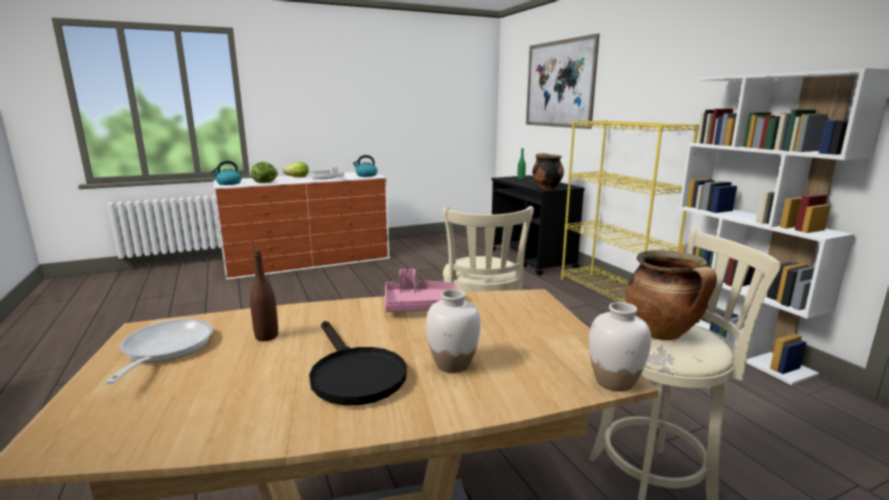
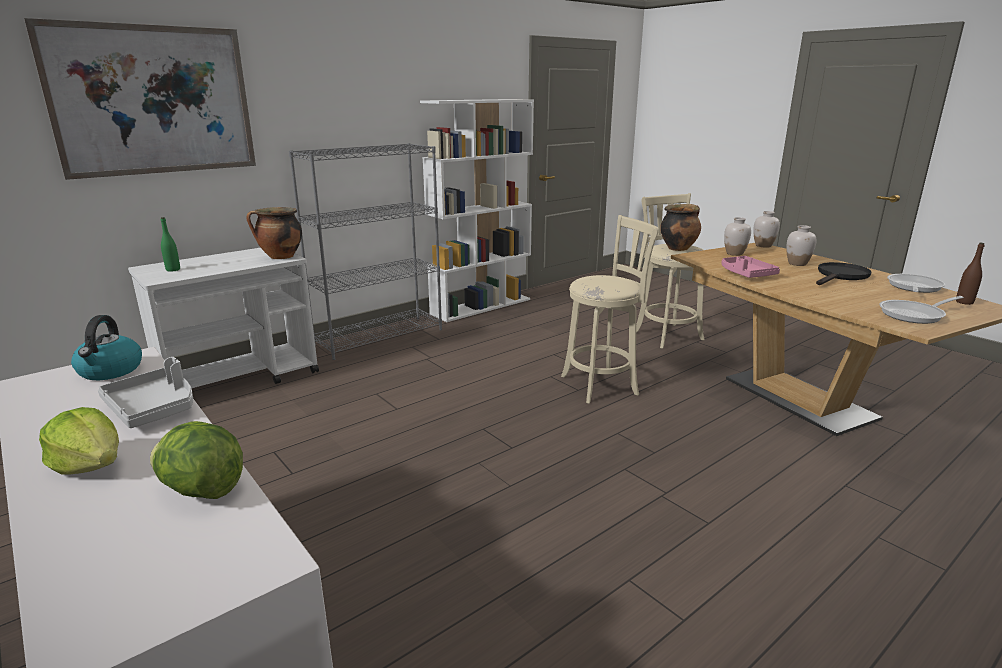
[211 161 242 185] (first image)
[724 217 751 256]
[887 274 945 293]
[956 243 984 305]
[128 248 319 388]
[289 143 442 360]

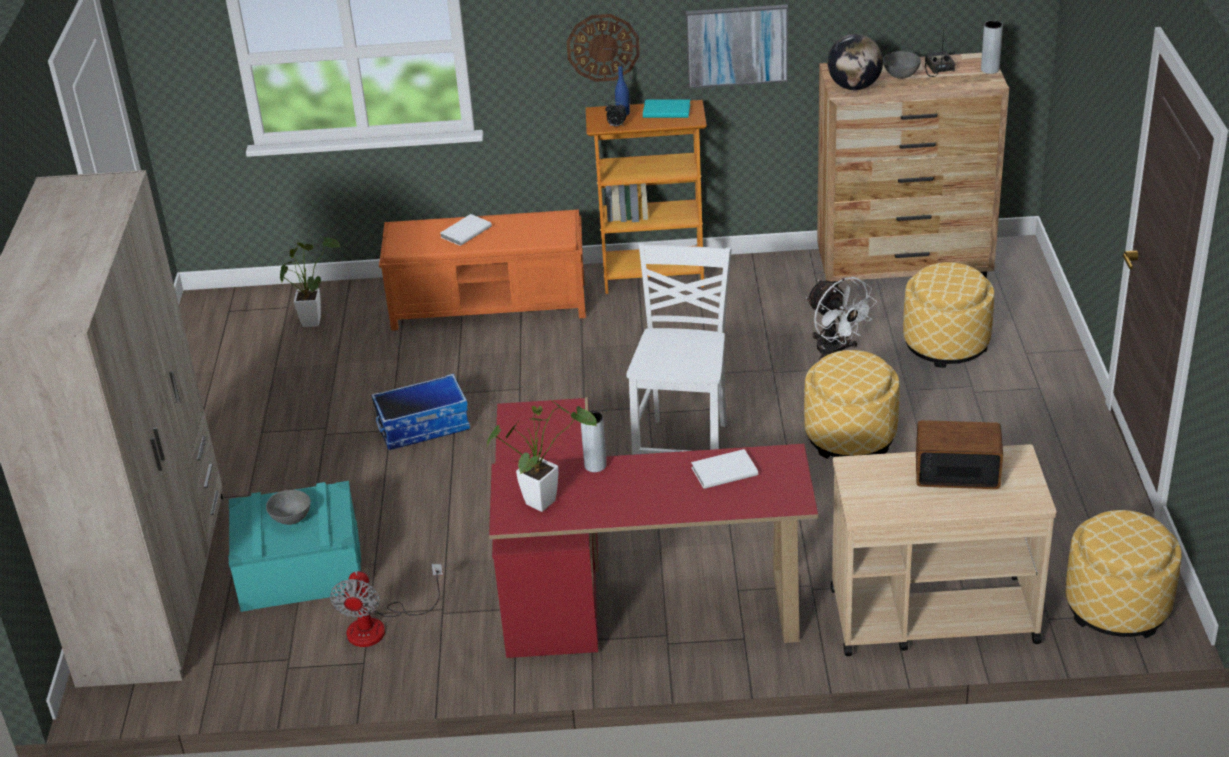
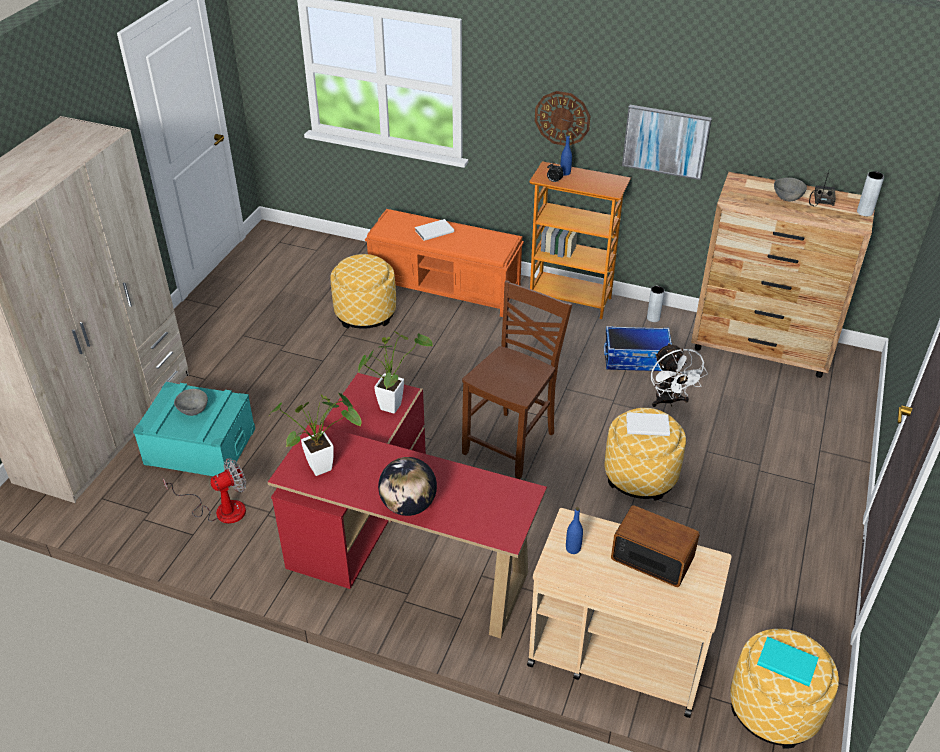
[566 507 583 554]
[358 331 433 414]
[604 326 672 371]
[647 286 664 322]
[757 636 818 687]
[626 412 670 436]
[378 457 437 516]
[330 254 396 329]
[462 280 572 479]
[163 458 246 524]

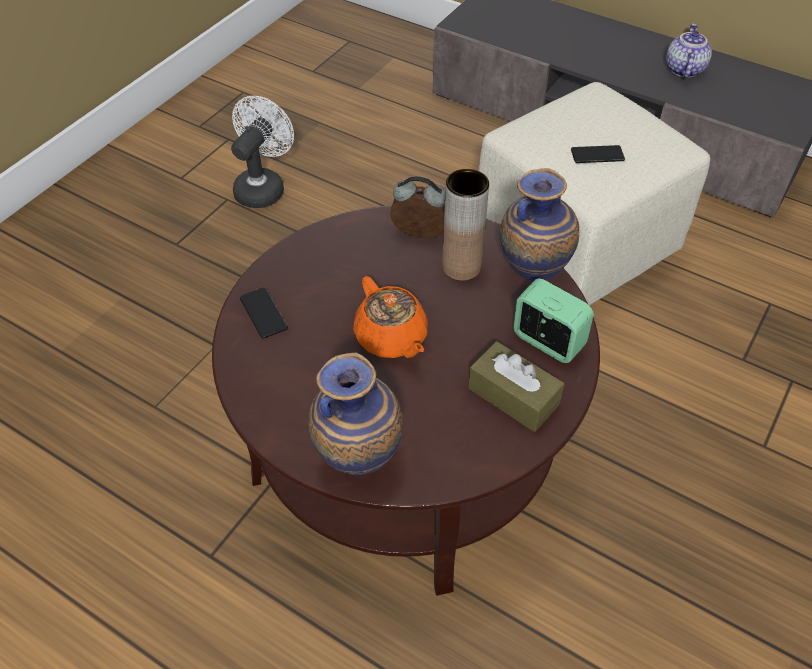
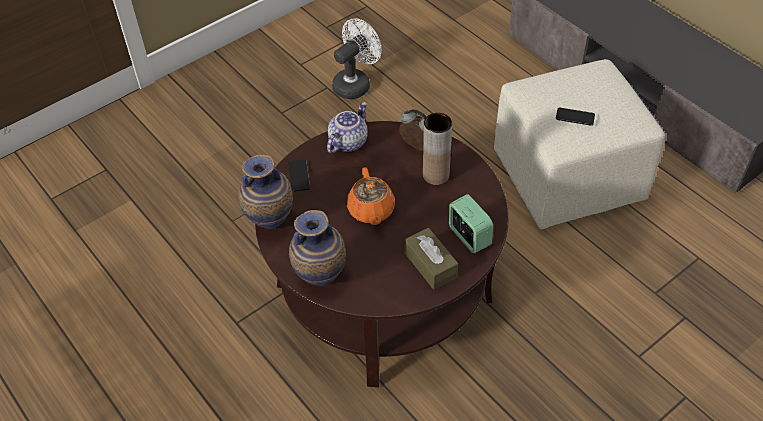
[238 154 293 229]
[327 102 368 154]

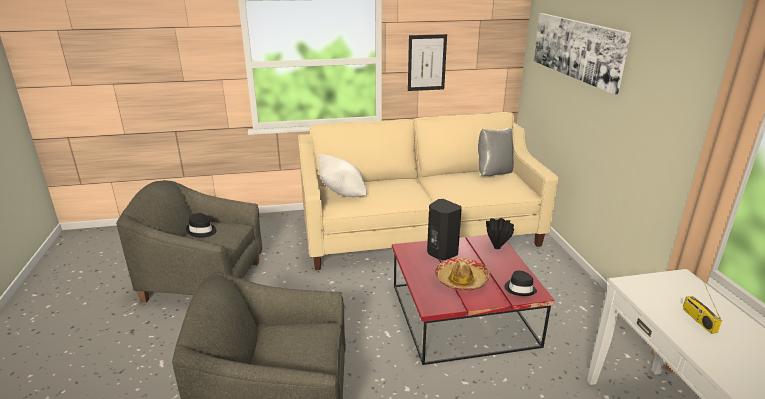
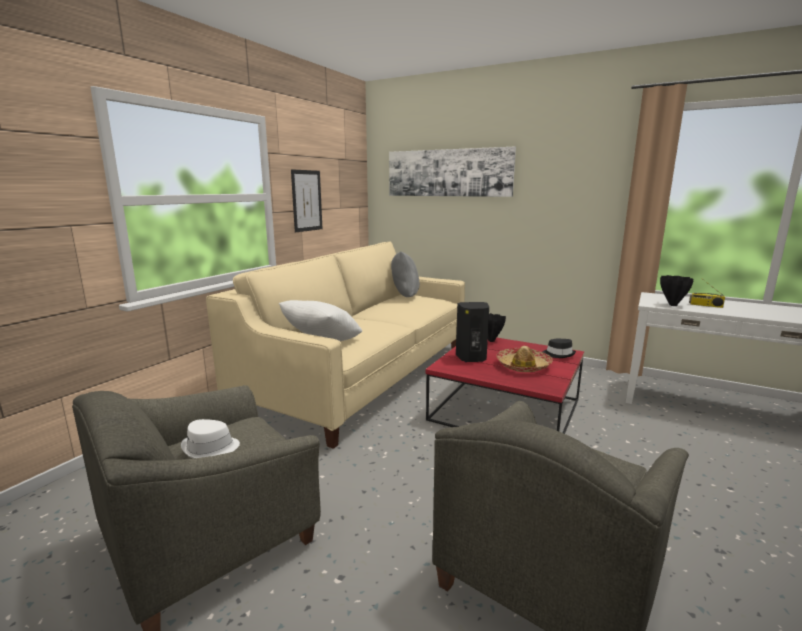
[660 275 694 306]
[181 419 240 459]

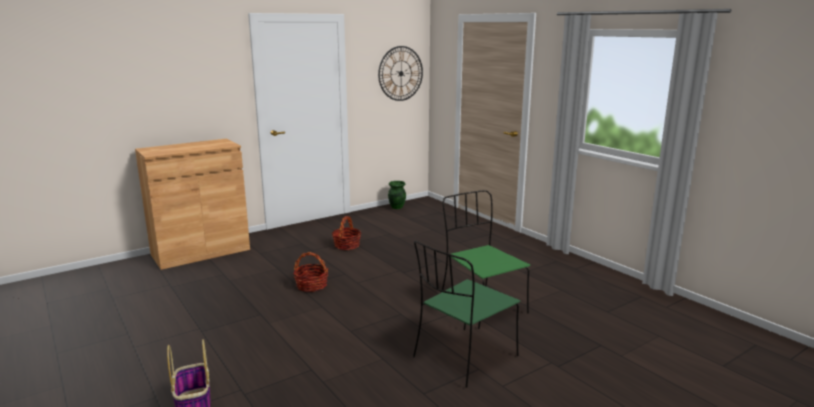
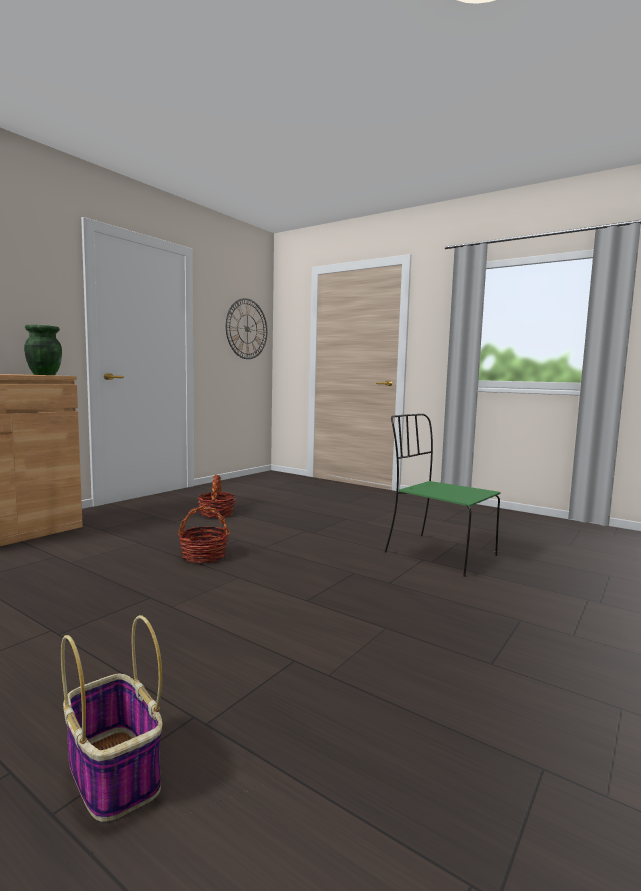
[413 240 520 388] (first image)
[24 325 62 375]

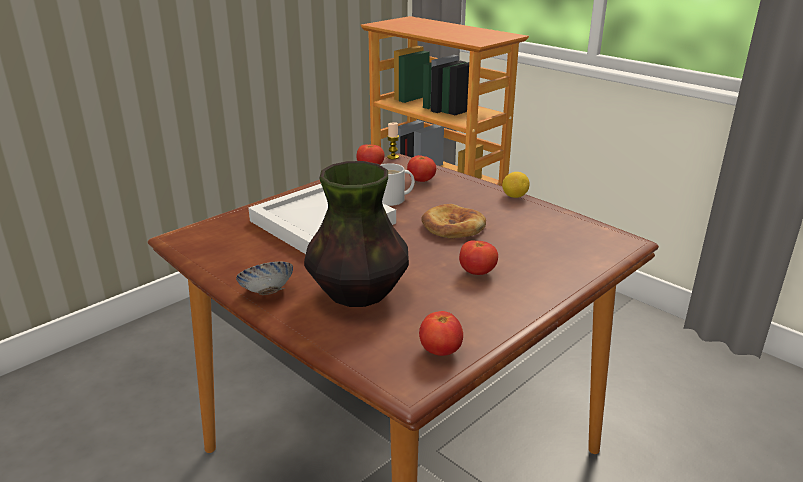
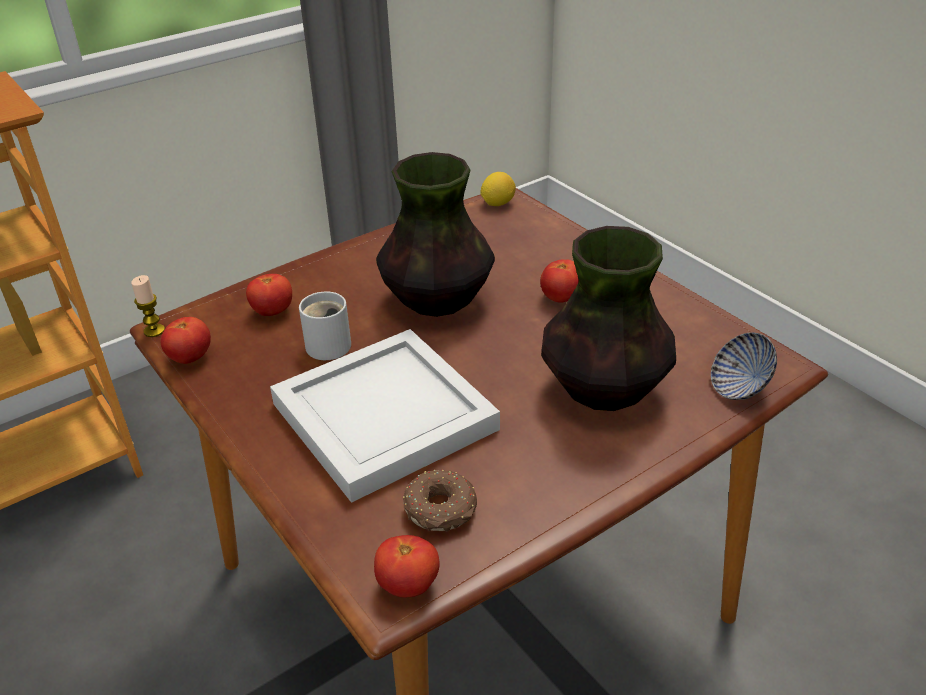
[403 470 477 532]
[711 332 777 400]
[374 535 440 597]
[481 172 516 206]
[376 152 495 317]

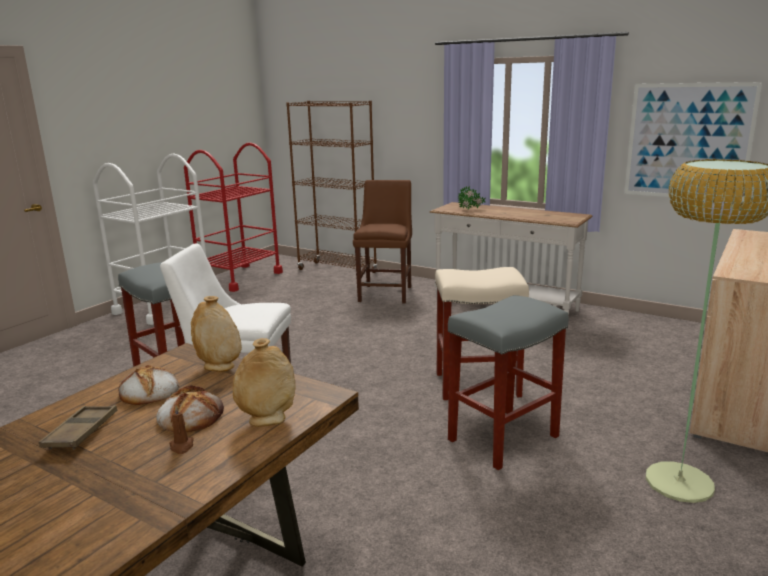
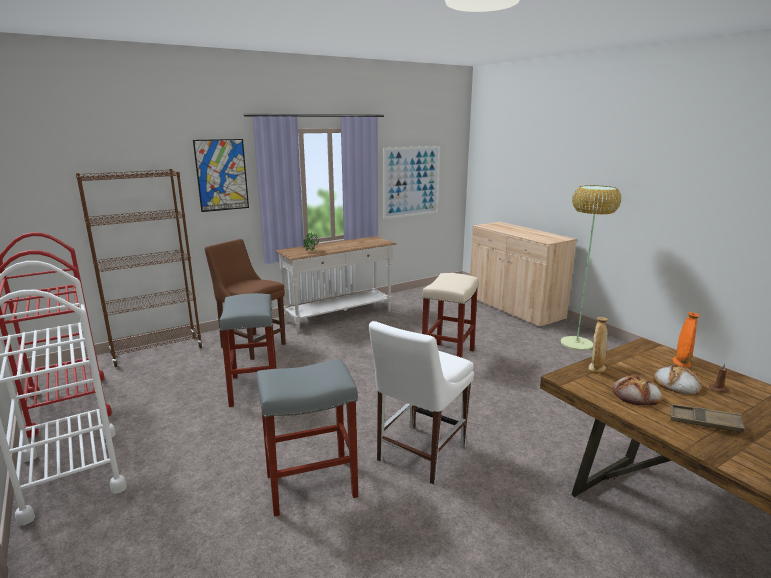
[193 139 249 212]
[219 293 277 407]
[672 312 700 368]

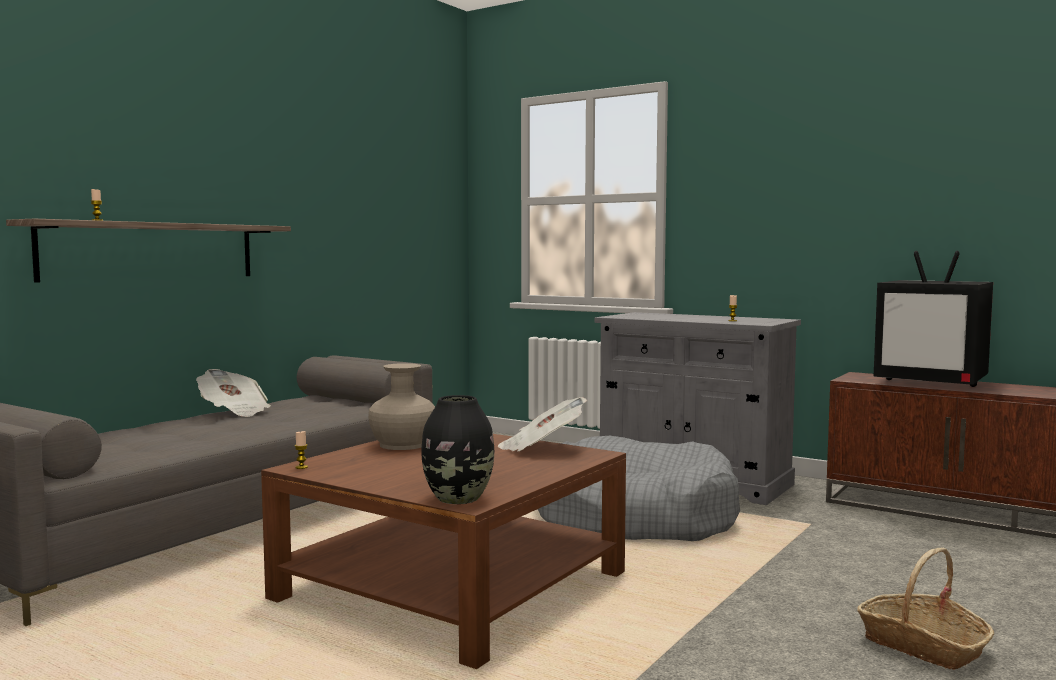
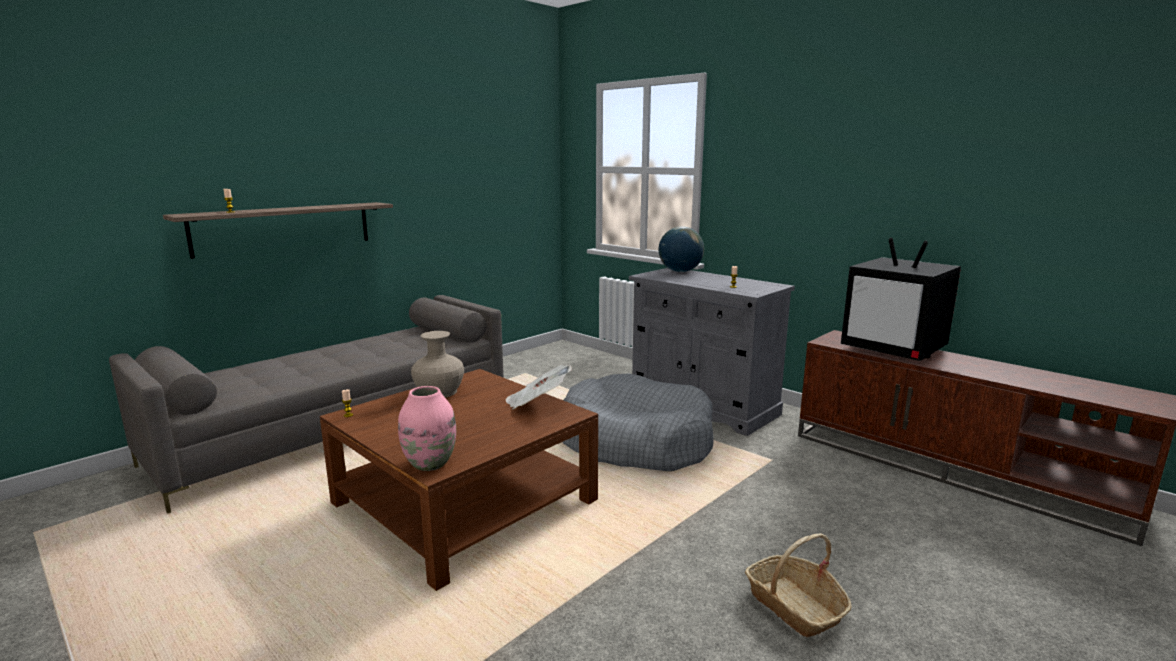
[196 369 271 417] (first image)
[659 226 704 272]
[398 386 456 471]

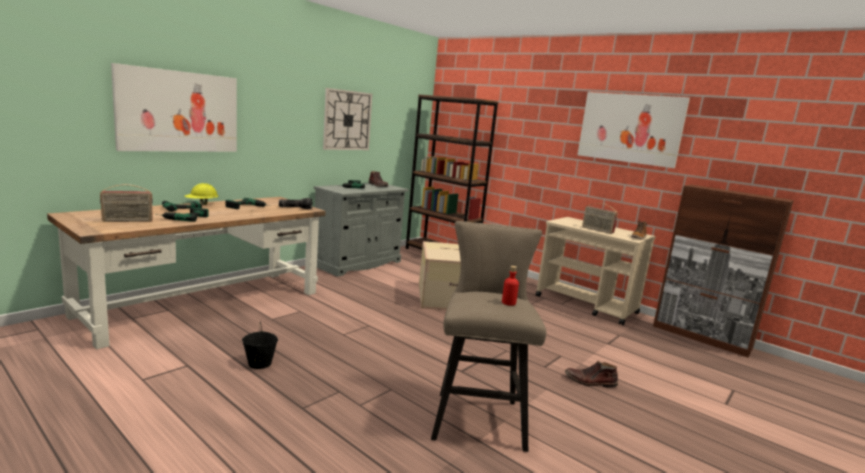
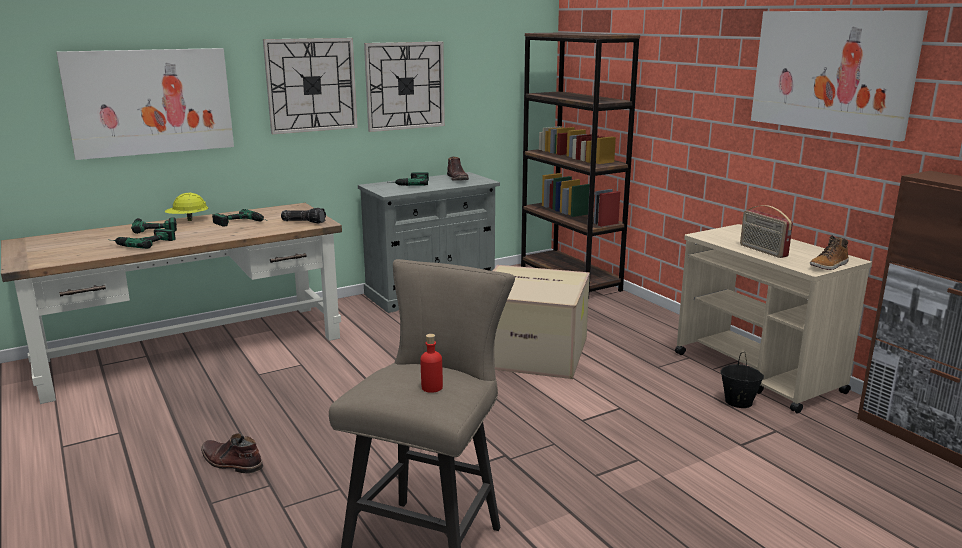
[100 184 153 222] (first image)
[263 38 358 134]
[720 352 764 408]
[201 433 263 474]

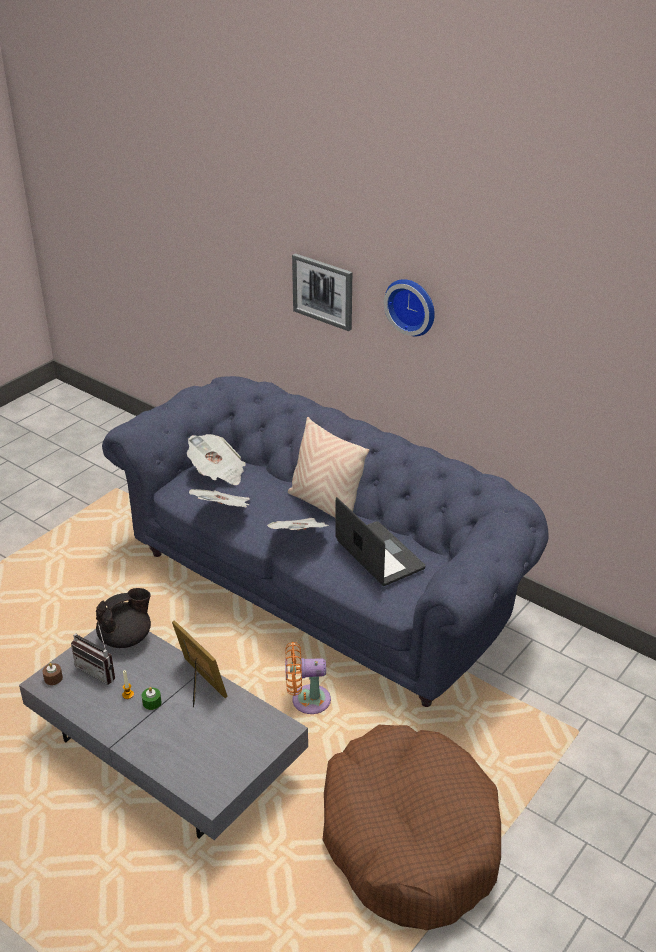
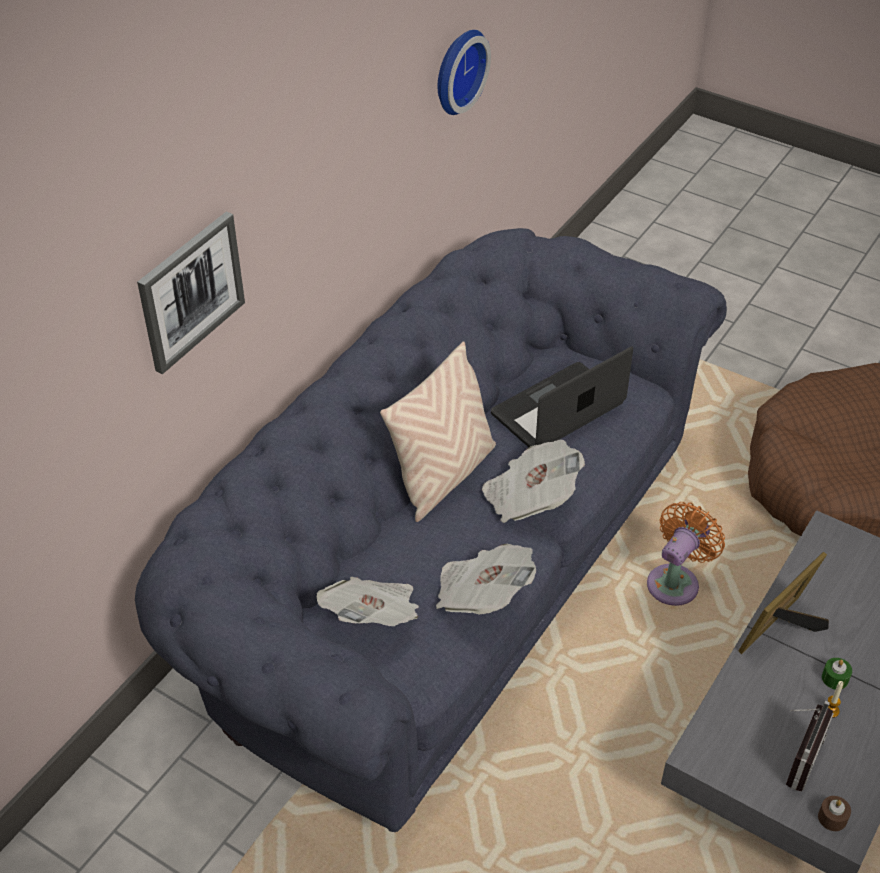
[96 588 151 648] (first image)
[438 30 491 115]
[647 502 725 606]

